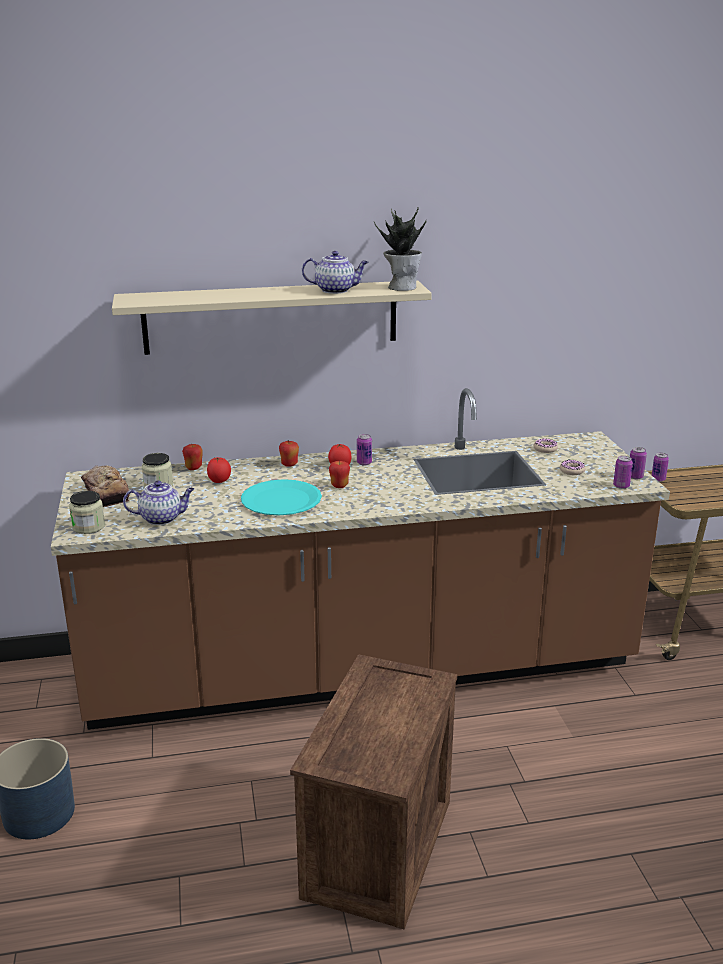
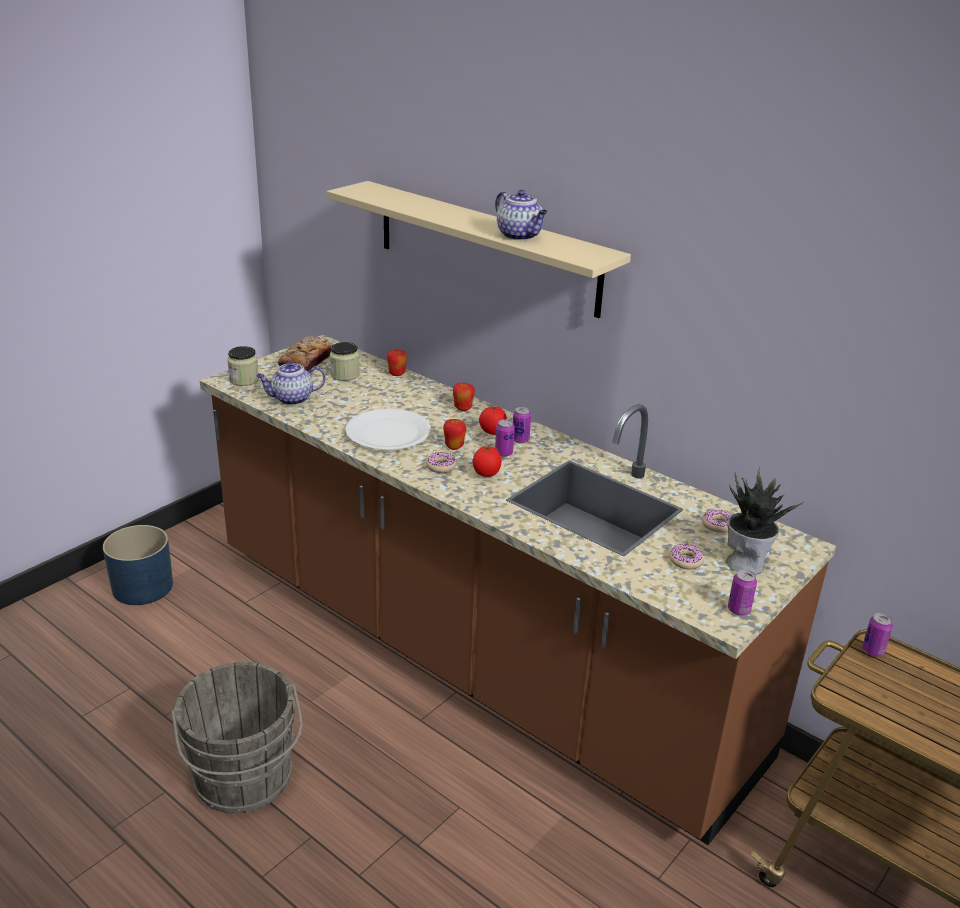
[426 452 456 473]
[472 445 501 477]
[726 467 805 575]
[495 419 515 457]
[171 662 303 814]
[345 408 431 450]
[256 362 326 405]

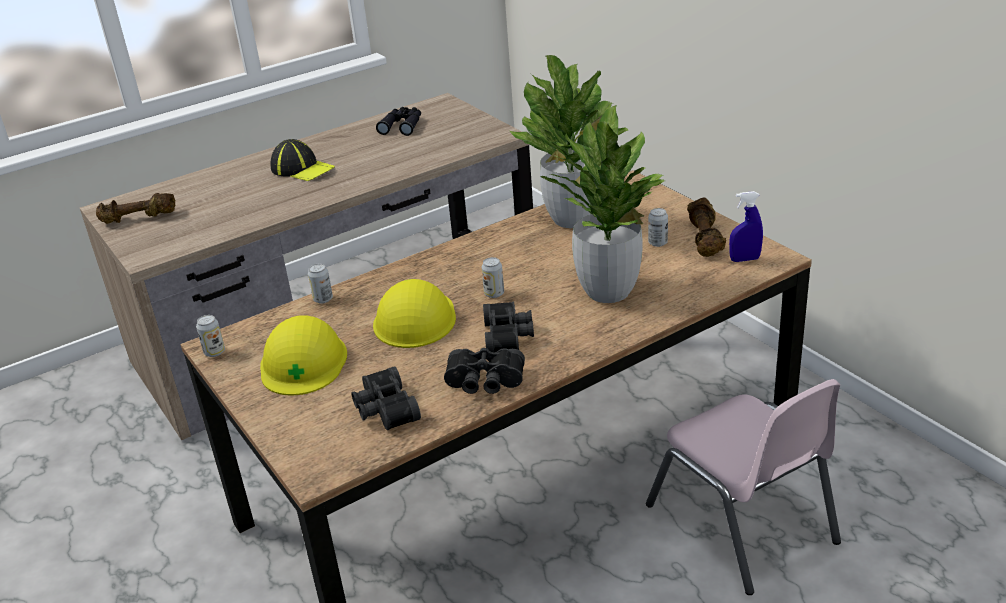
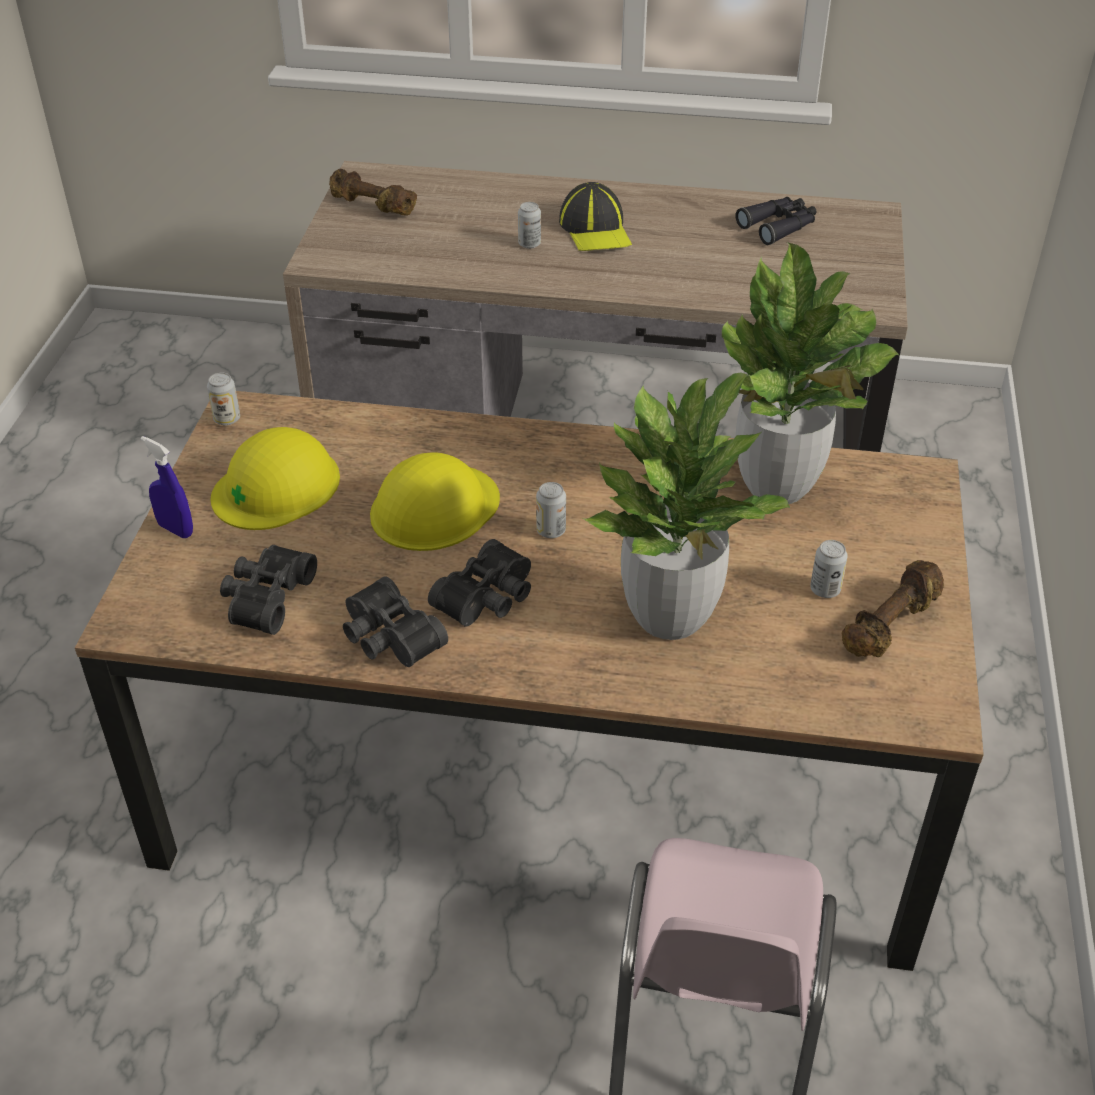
[518 202 541 249]
[141 436 193 538]

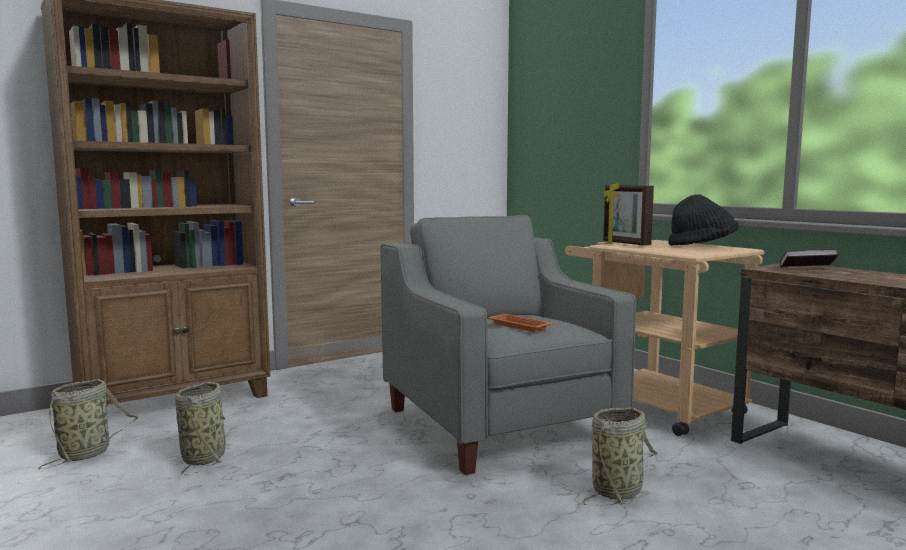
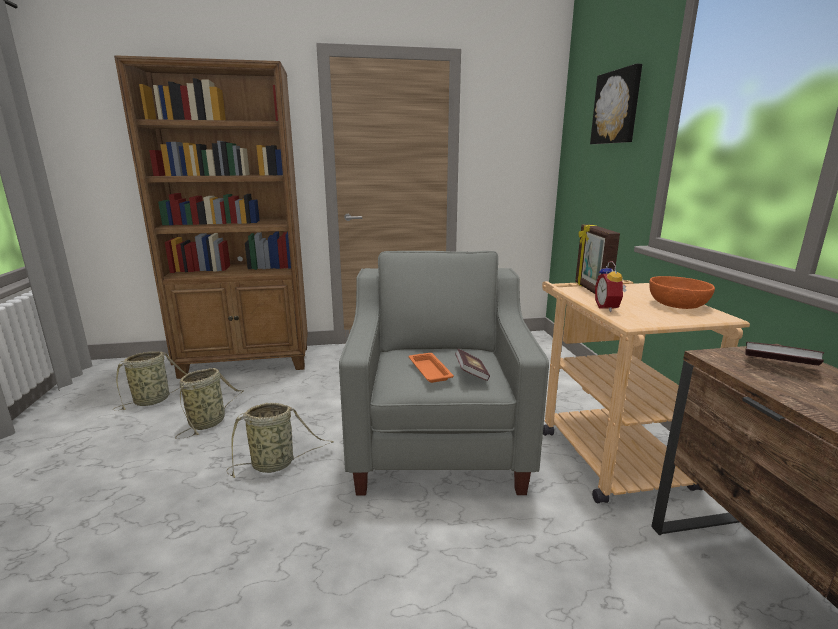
[455 348 490 381]
[590 64 642 144]
[595 261 627 312]
[227 403 334 478]
[649 276 715 309]

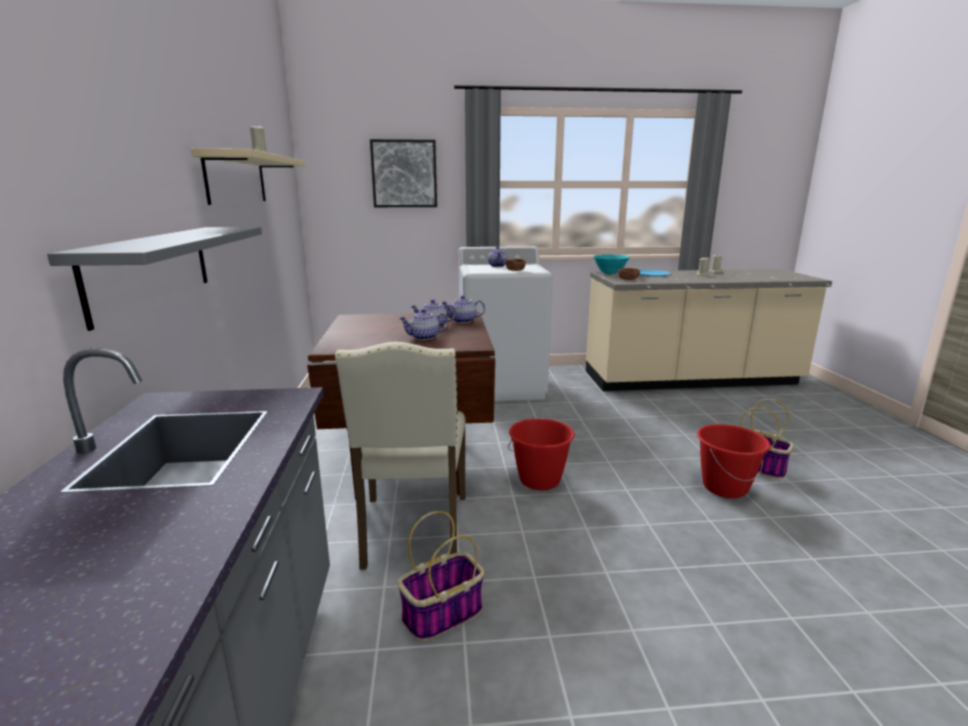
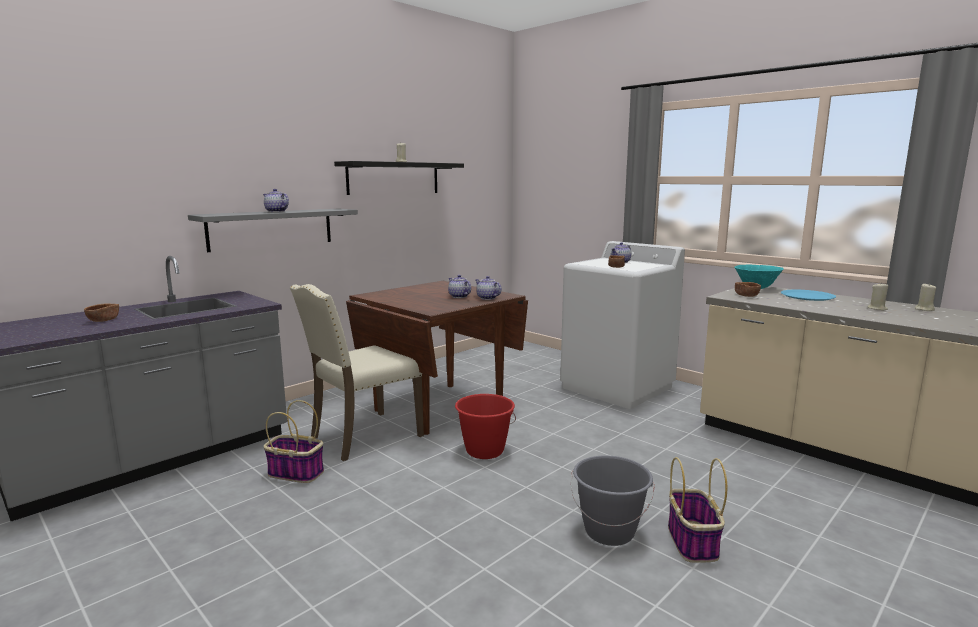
[370 139 437 207] (first image)
[84 304 119 322]
[263 189 289 212]
[334 161 464 195]
[571 455 655 546]

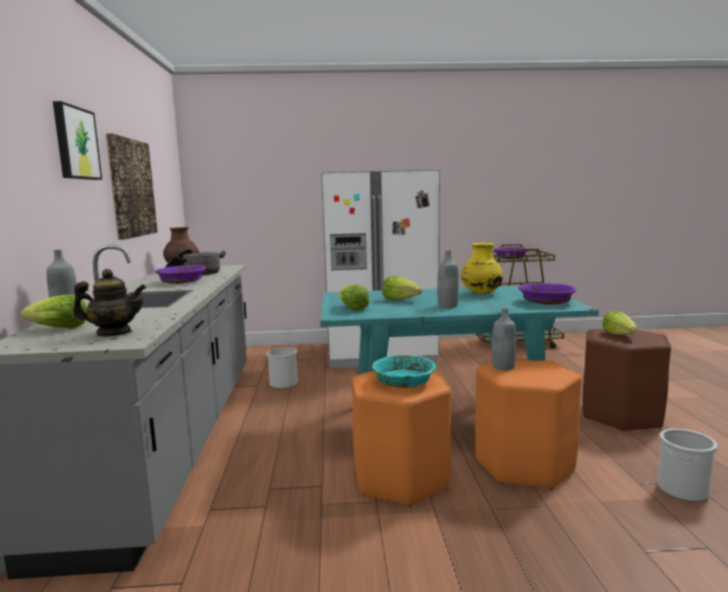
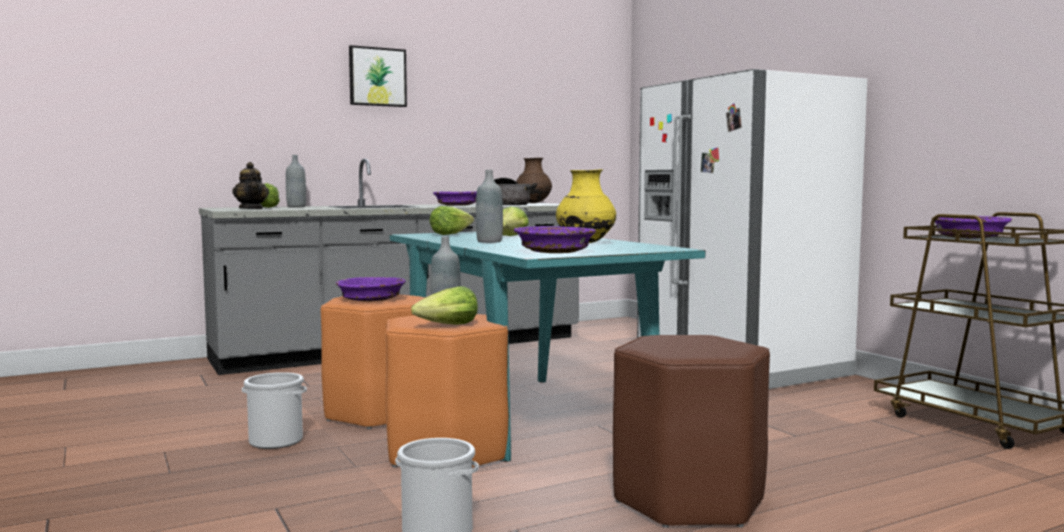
[106 134 157 240] (first image)
[242 372 307 449]
[411 286 478 325]
[336 277 406 301]

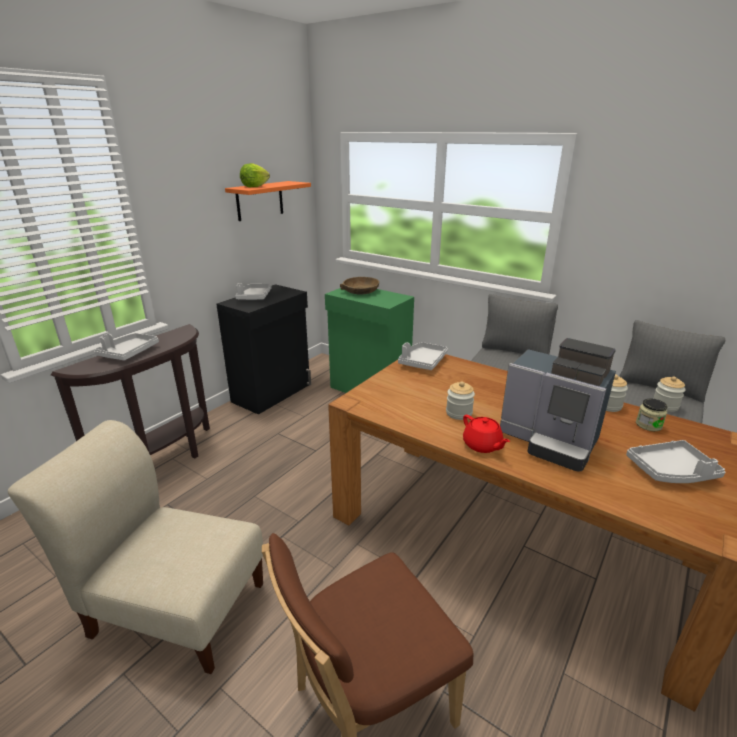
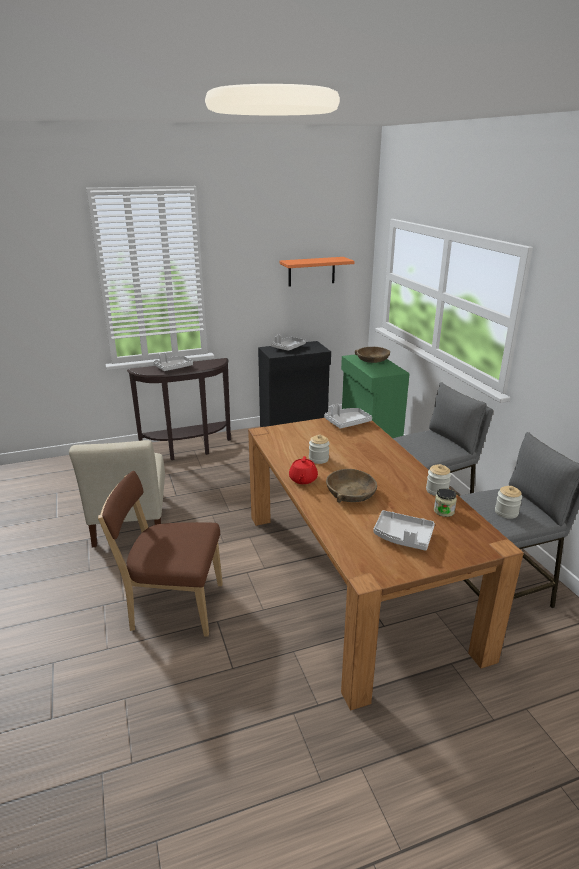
[240 163 270 188] (first image)
[326 469 377 503]
[69 440 165 547]

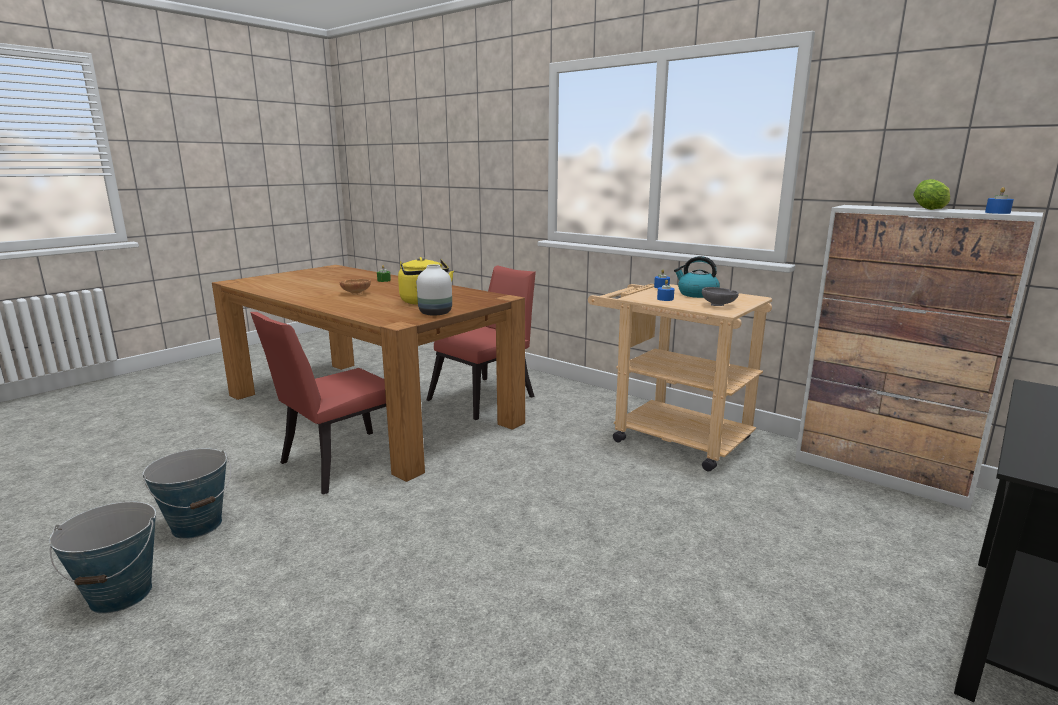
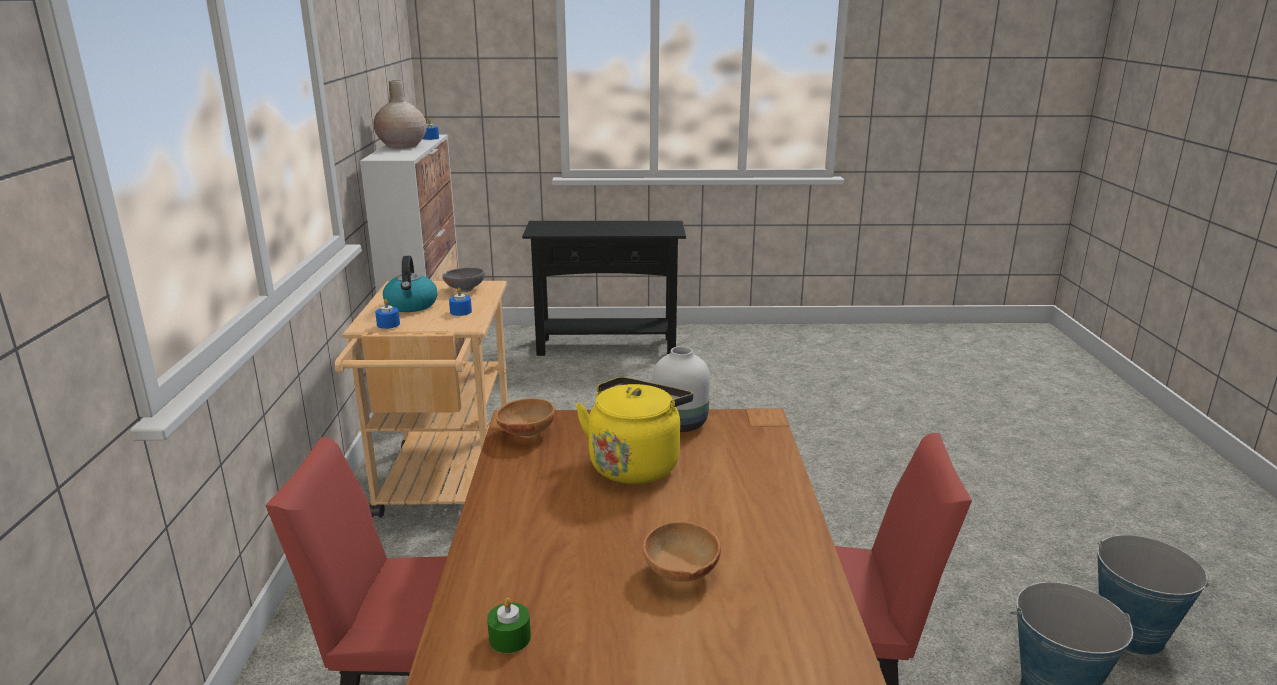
[495 398 555 438]
[373 80 427 148]

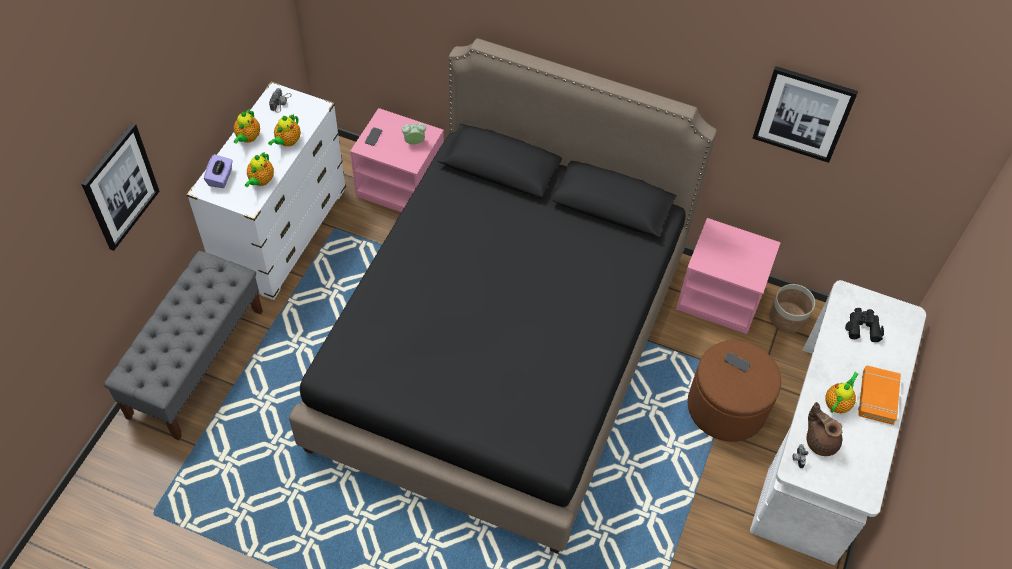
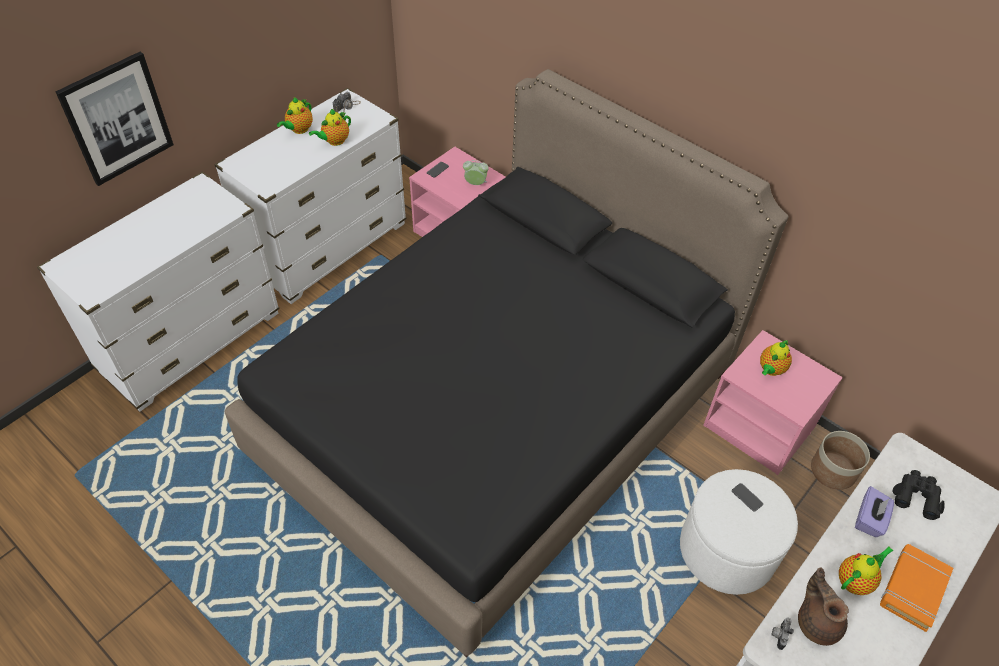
[752 66 858 163] (first image)
[855 486 894 537]
[760 339 792 376]
[37 171 280 411]
[680 469 798 595]

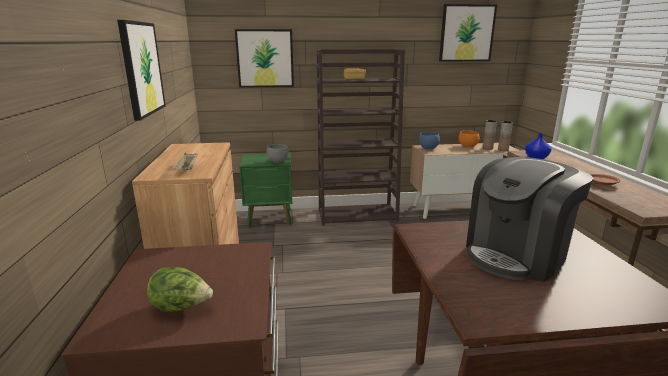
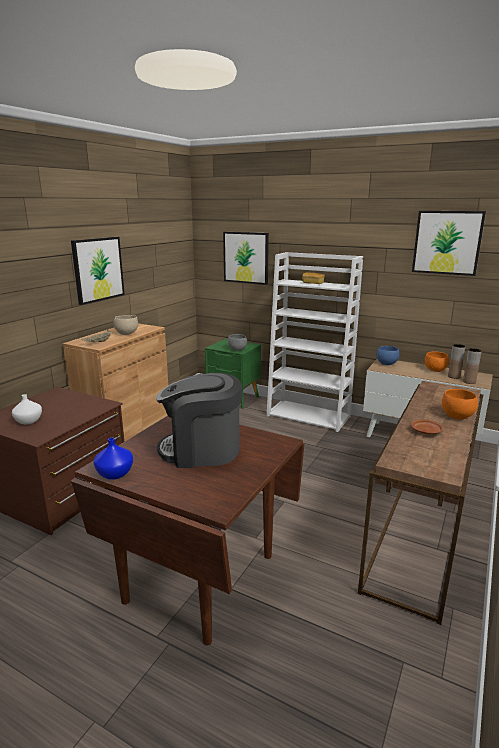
[114 315 138 335]
[442 389 478 419]
[94 438 133 480]
[12 394 42 424]
[267 252 363 432]

